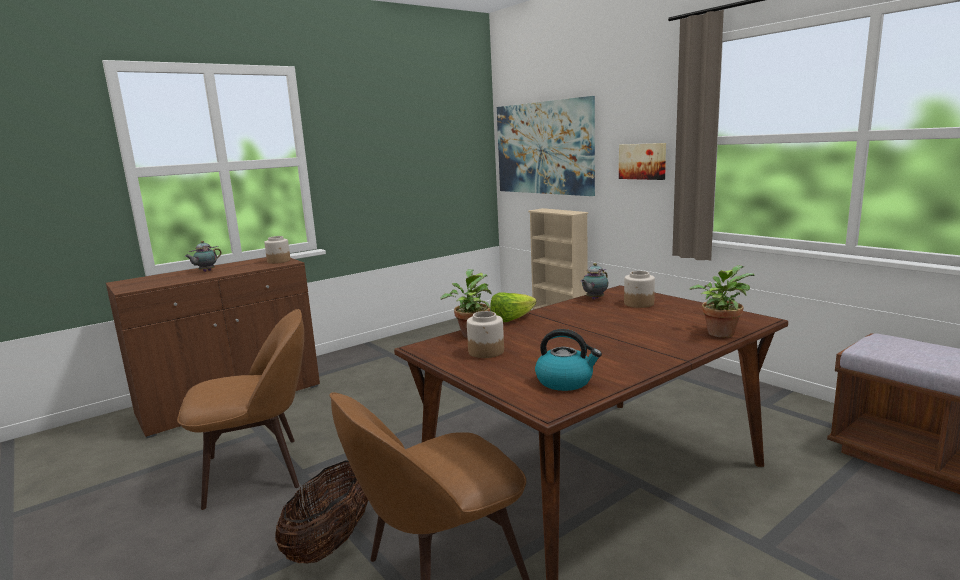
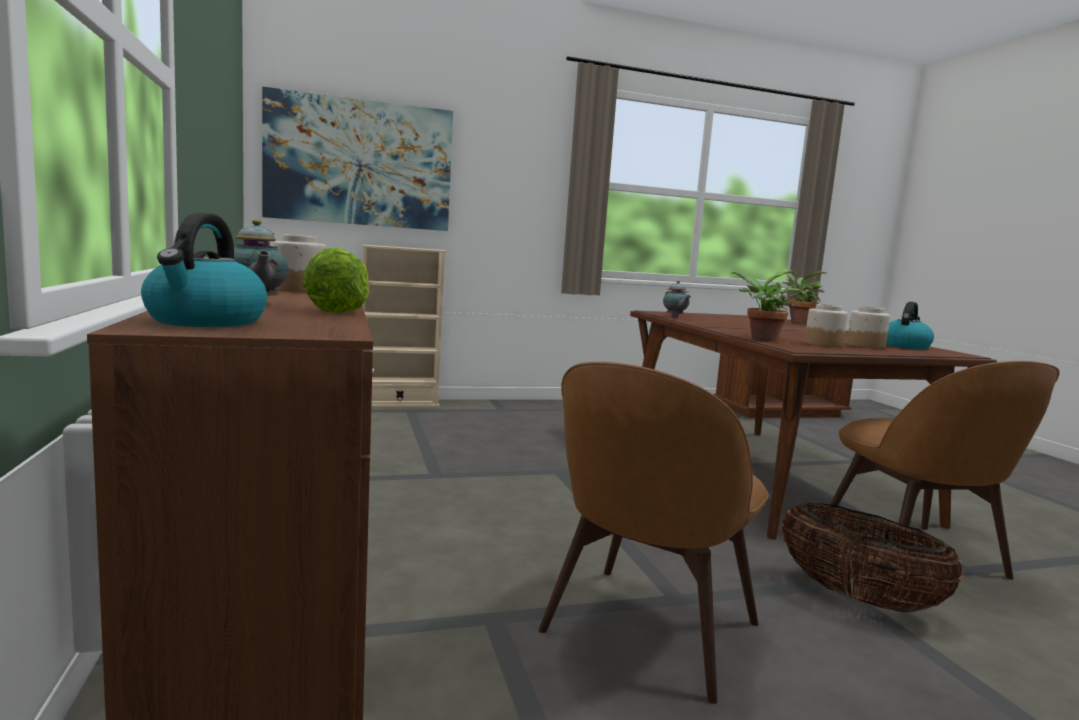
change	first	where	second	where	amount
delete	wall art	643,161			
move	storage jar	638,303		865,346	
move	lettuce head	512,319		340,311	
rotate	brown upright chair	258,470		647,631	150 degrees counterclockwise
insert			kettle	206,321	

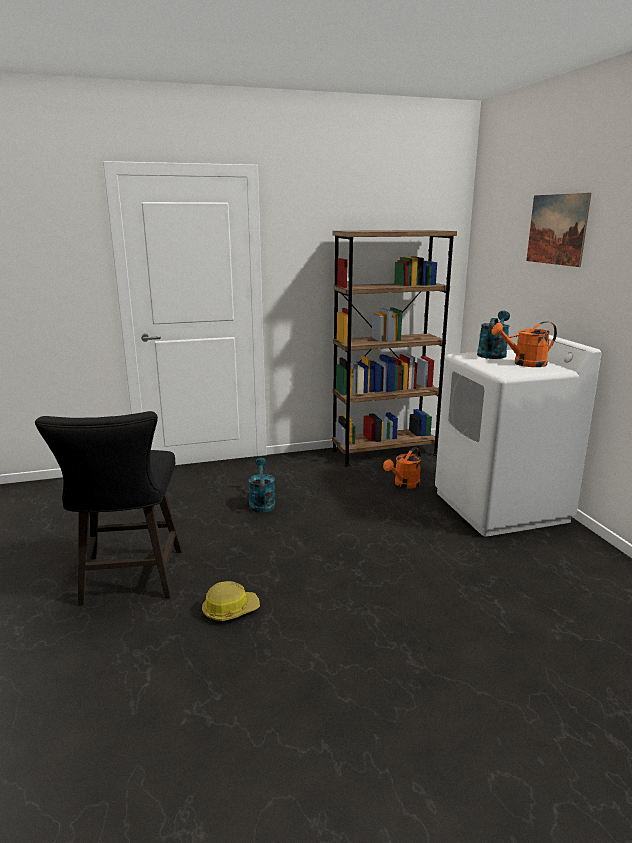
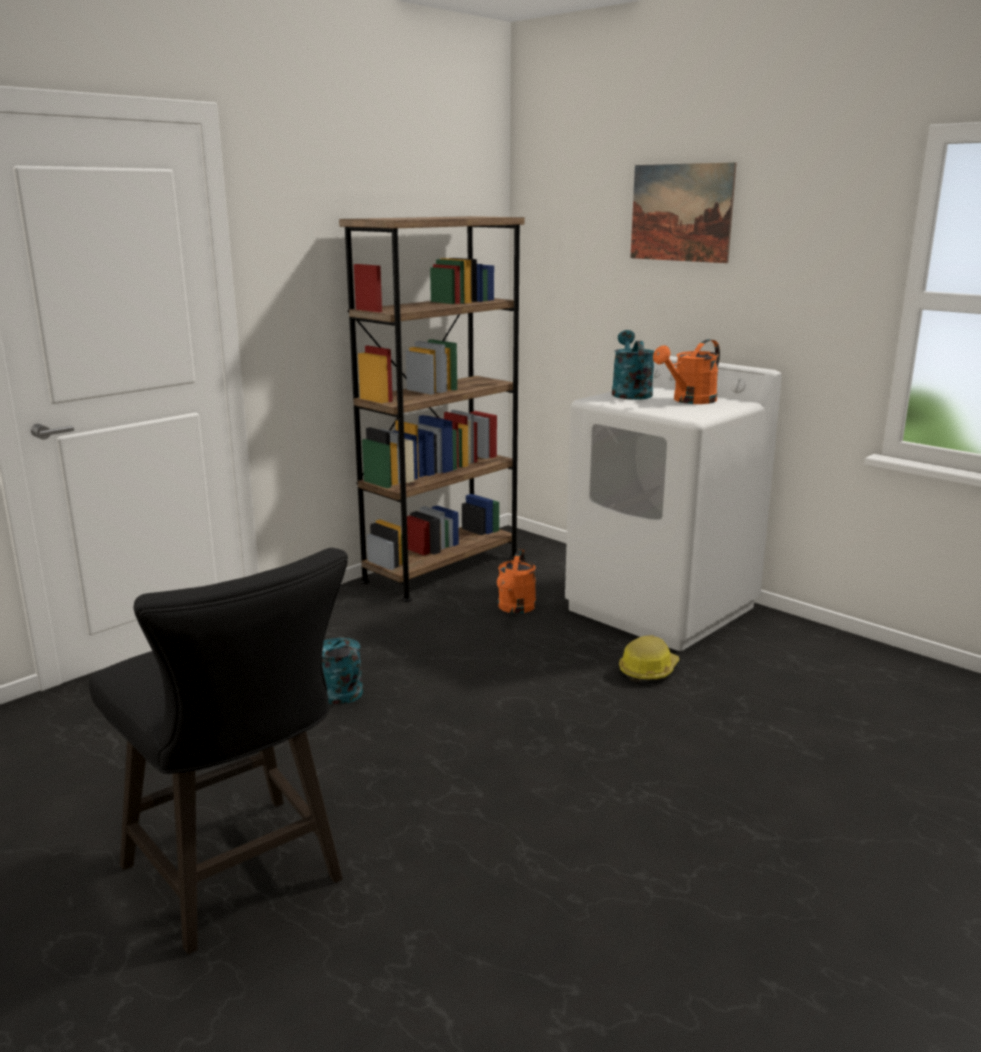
change	first	where	second	where	amount
move	work helmet	230,610		648,670	

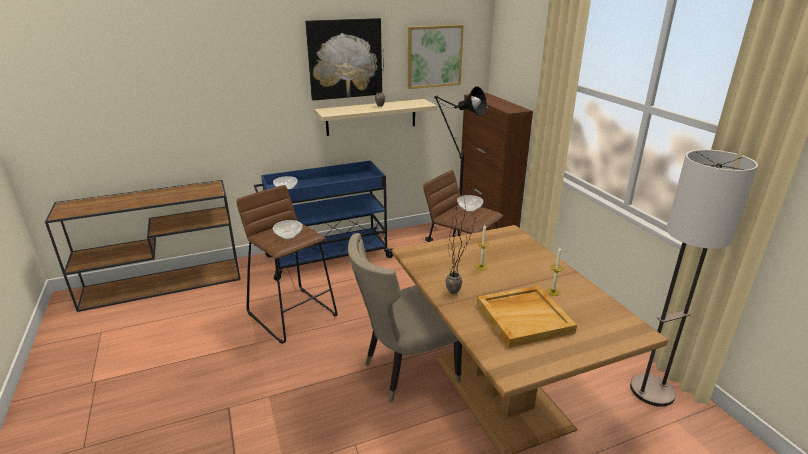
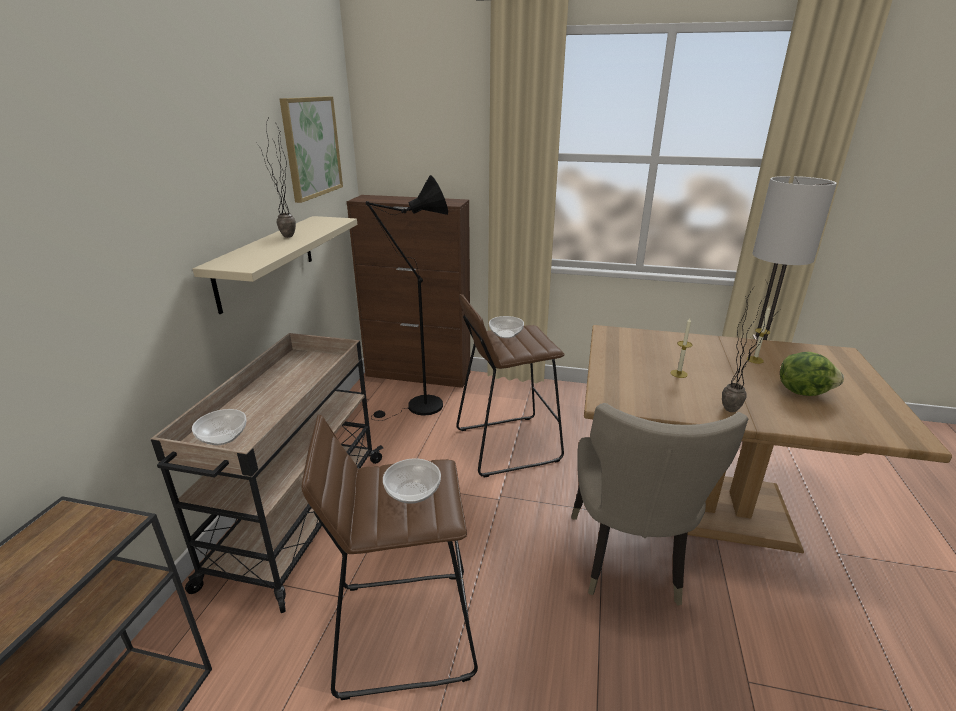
change	first	where	second	where	amount
delete	wall art	345,59			
recolor	blue cart	328,257	beige-coloured cart	297,519	
replace	beige-coloured carrying tray	524,317	lettuce head	802,391	

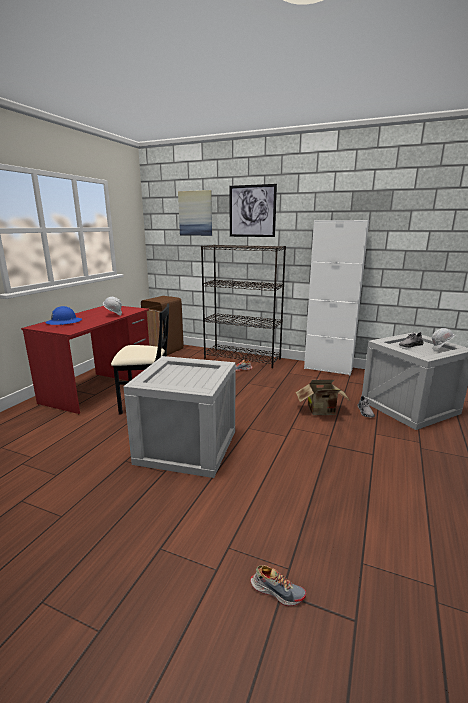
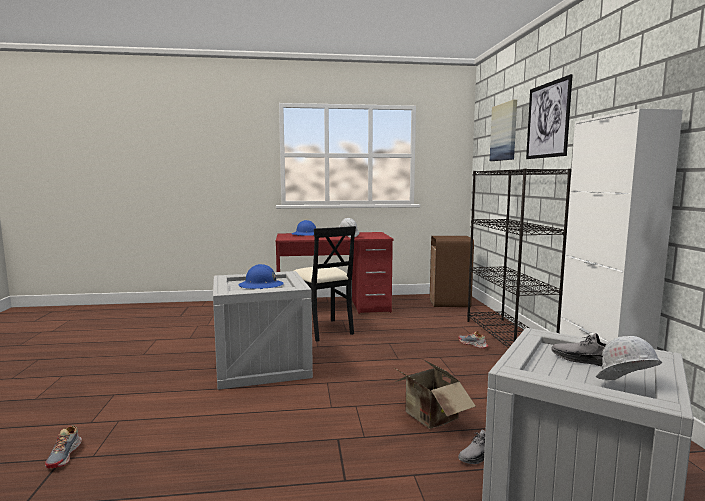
change	first	where	second	where	amount
insert			blue work helmet	261,286	

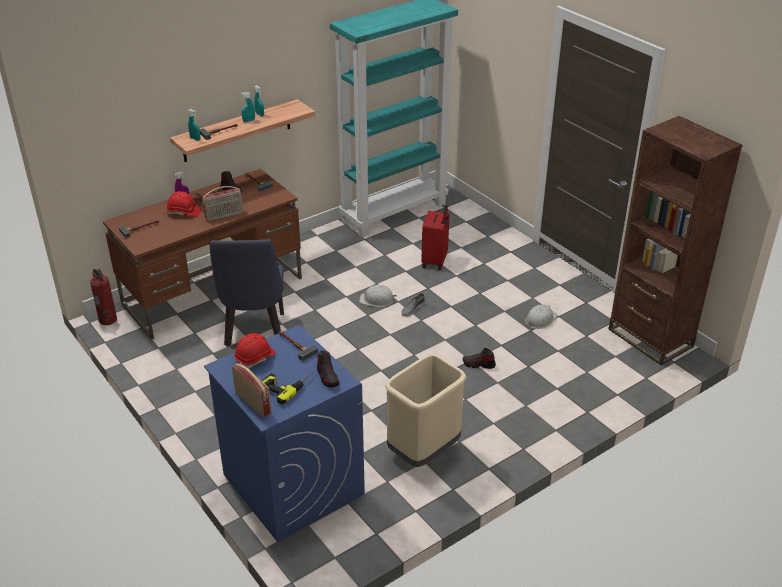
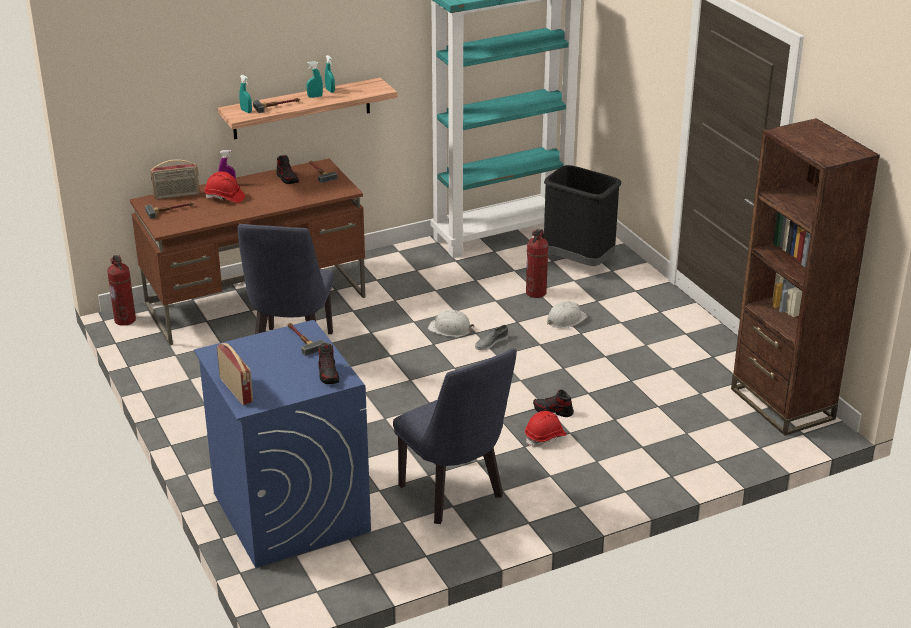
change	first	where	second	where	amount
move	radio receiver	224,216		177,195	
replace	red-coloured travel case	435,261	fire extinguisher	536,293	
move	whitish work helmet	540,320		565,319	
move	red-coloured work helmet	255,358		545,437	
replace	beige-coloured trash can	423,451	blue upright chair	455,496	
delete	electric drill	286,385			
insert			blackish trash can	579,262	

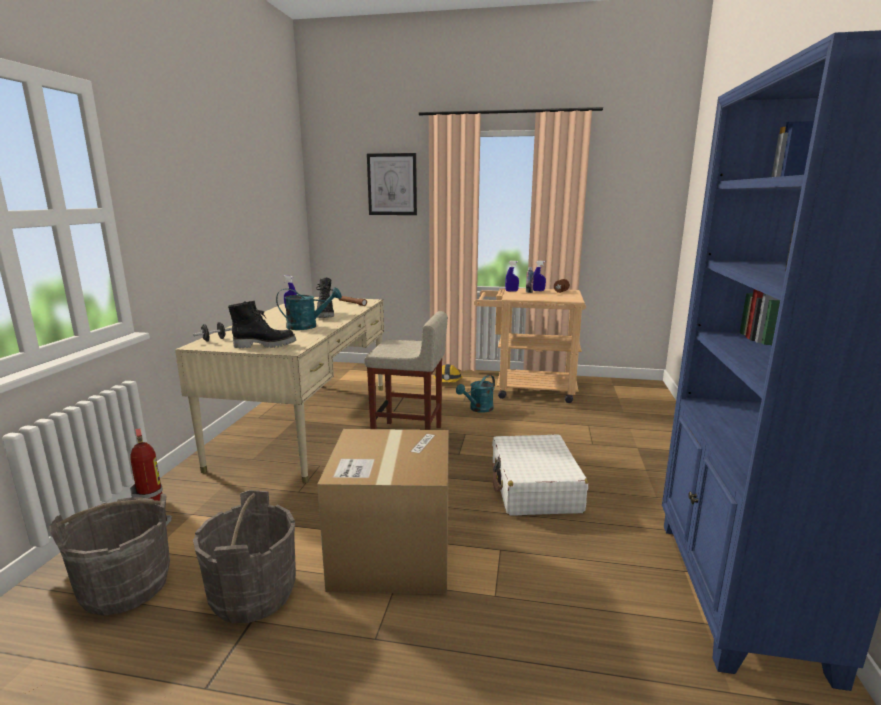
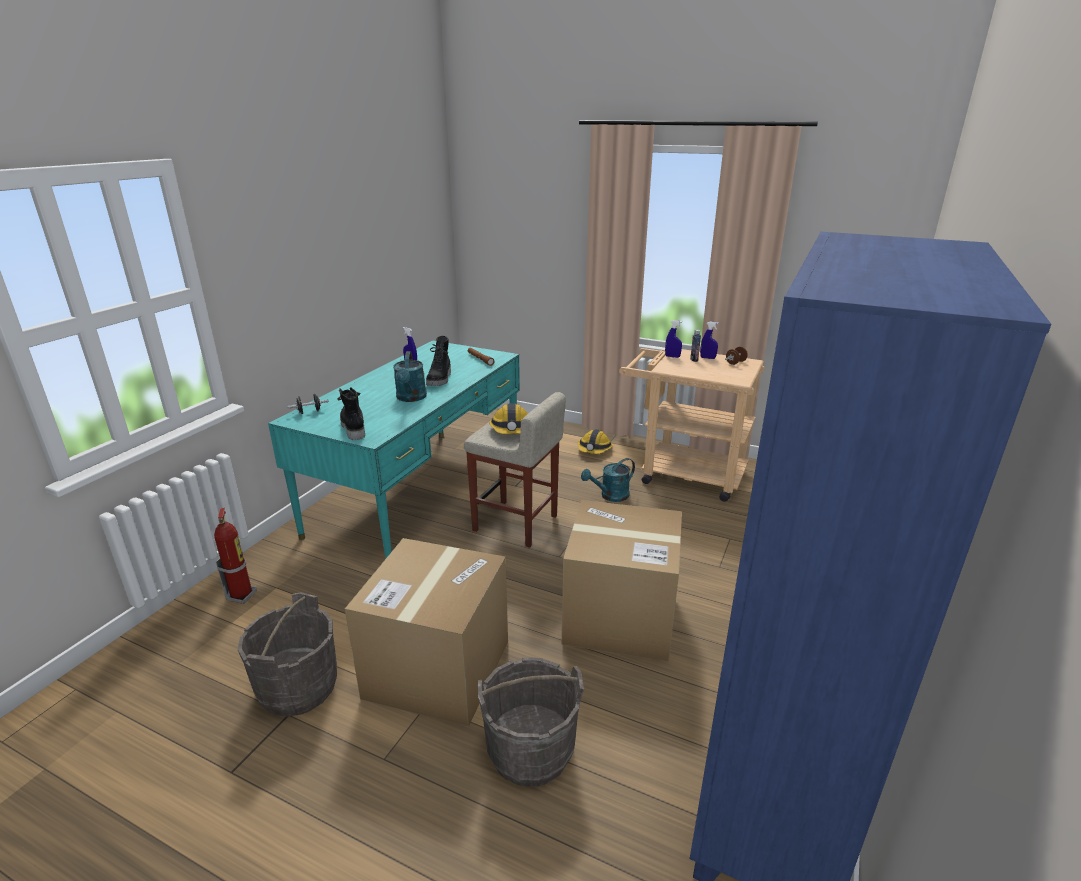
change	first	where	second	where	amount
delete	wall art	392,184			
rotate	blue-green sprinkling can	307,326		411,398	75 degrees clockwise
recolor	beige-coloured desk	307,423	blue-green desk	419,490	
rotate	blackish boot	265,345		353,427	120 degrees counterclockwise
replace	whitish travel case	534,488	cardboard box	620,616	
move	gray water bucket	125,587		530,751	
insert			work helmet	512,430	

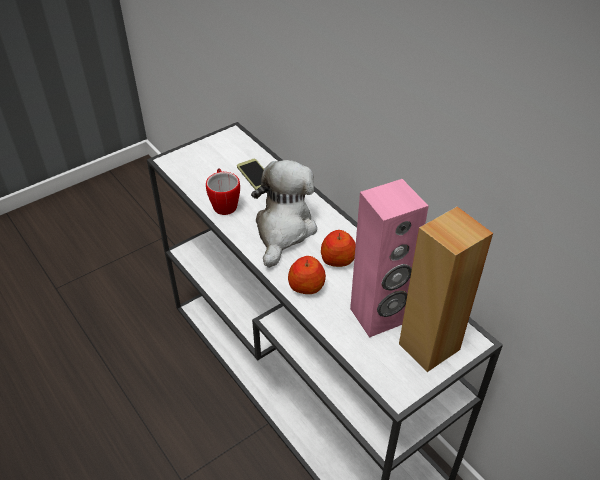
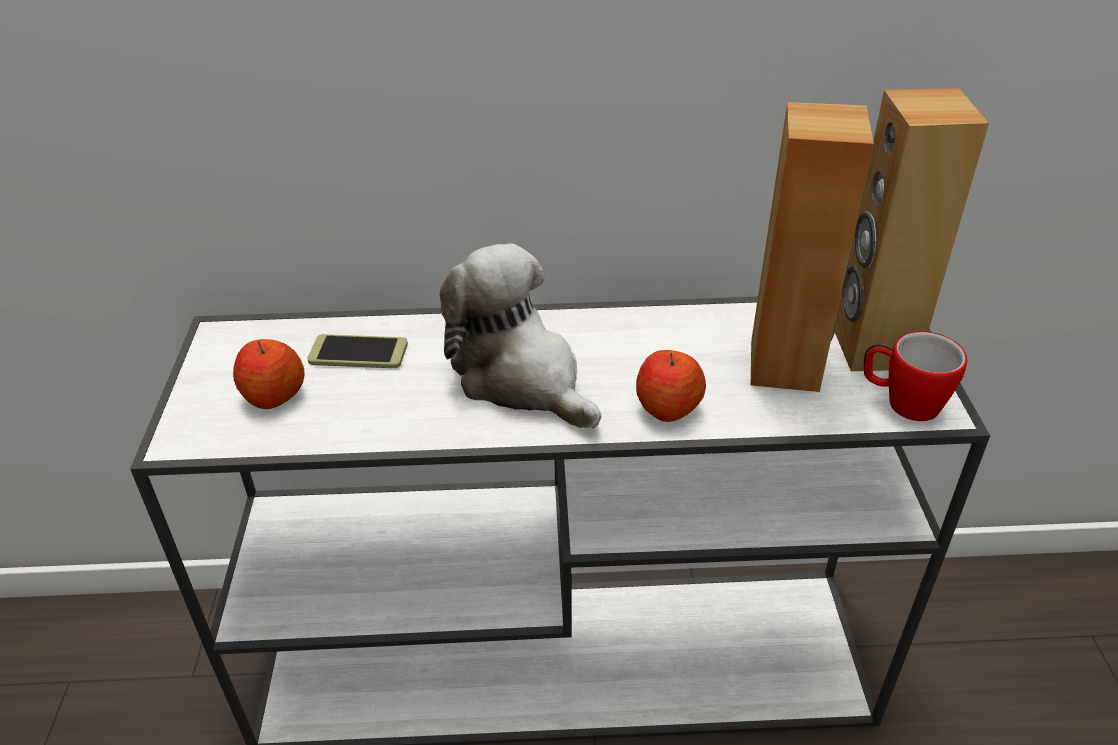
change	first	where	second	where	amount
move	coffee mug	224,203		902,402	
recolor	pinkish audio speaker	379,316	brown audio speaker	785,365	
move	whole apple	337,259		273,394	

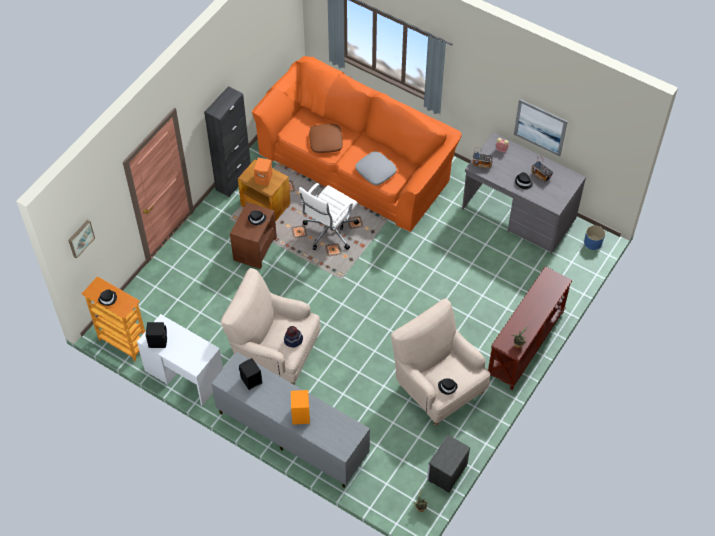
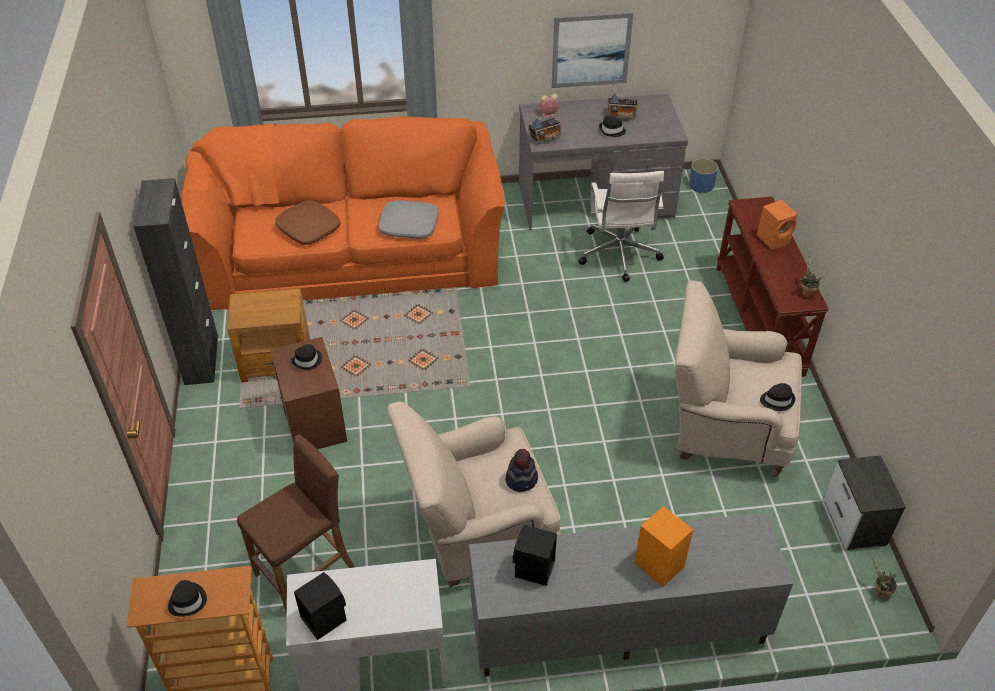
change	first	where	second	where	amount
move	orange-coloured audio speaker	264,179		774,239	
move	whitish desk chair	329,231		619,255	
delete	wall art	80,238			
insert			brown stool seat	305,571	

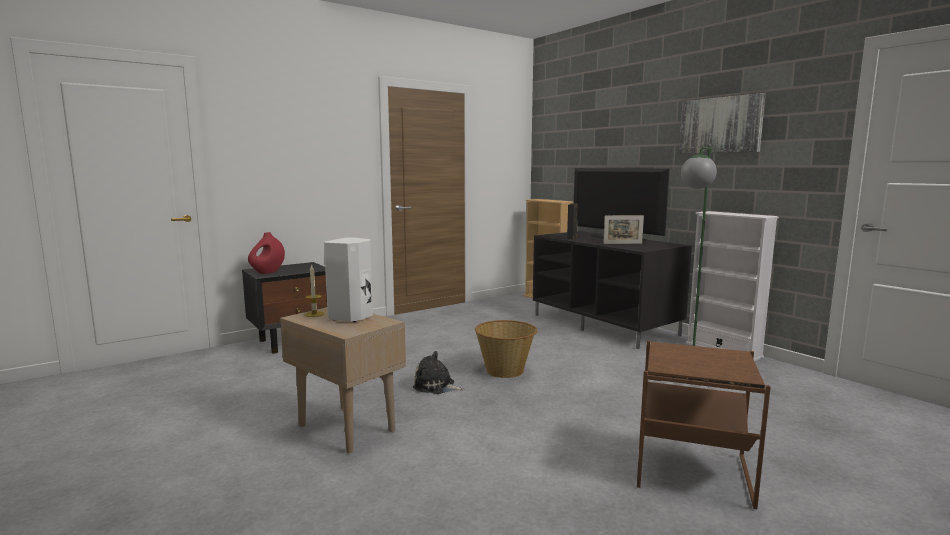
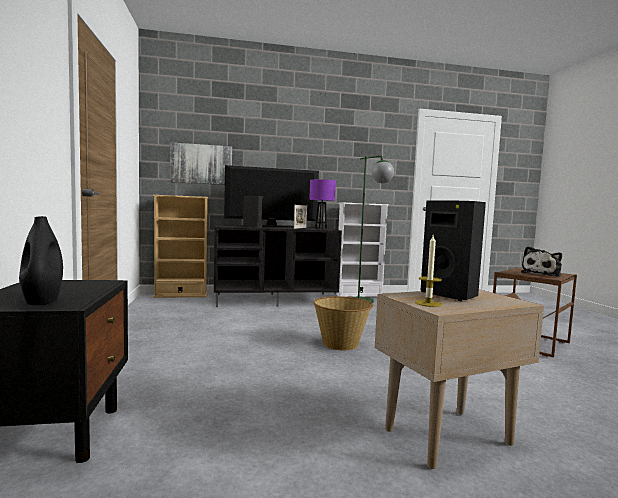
change	first	where	second	where	amount
move	wall art	720,125		201,164	
recolor	red-coloured vase	268,272	blackish vase	42,301	
recolor	whitish audio speaker	352,317	blackish audio speaker	450,295	
move	soft toy	436,386		542,274	
insert			purple table lamp	320,228	

